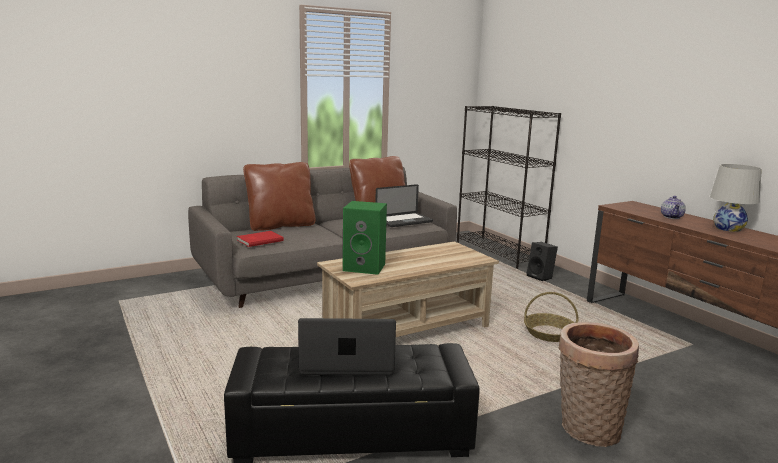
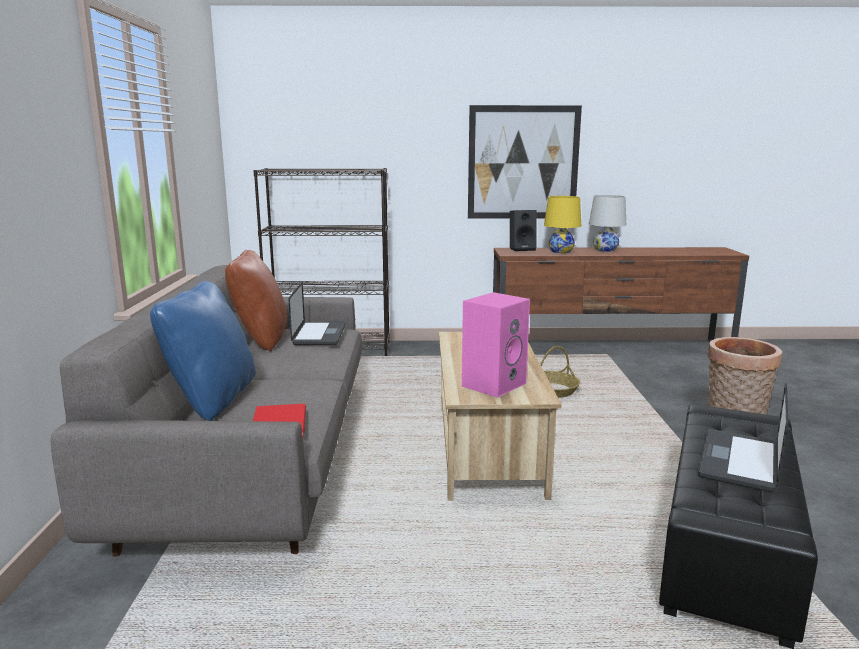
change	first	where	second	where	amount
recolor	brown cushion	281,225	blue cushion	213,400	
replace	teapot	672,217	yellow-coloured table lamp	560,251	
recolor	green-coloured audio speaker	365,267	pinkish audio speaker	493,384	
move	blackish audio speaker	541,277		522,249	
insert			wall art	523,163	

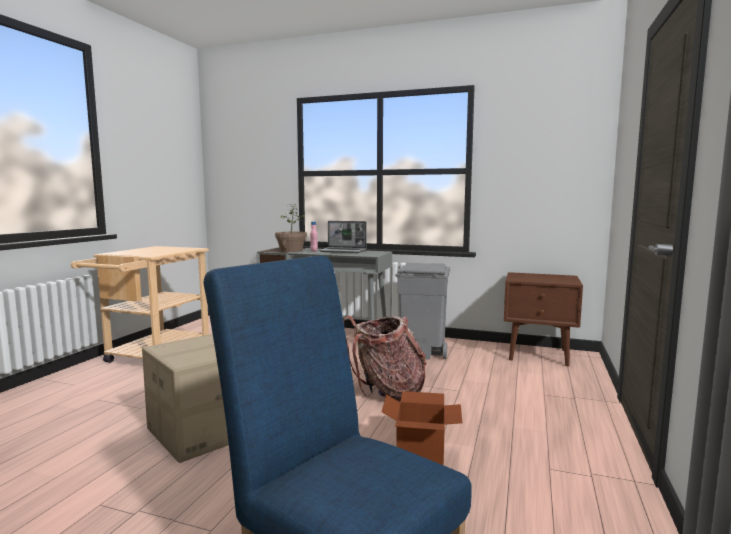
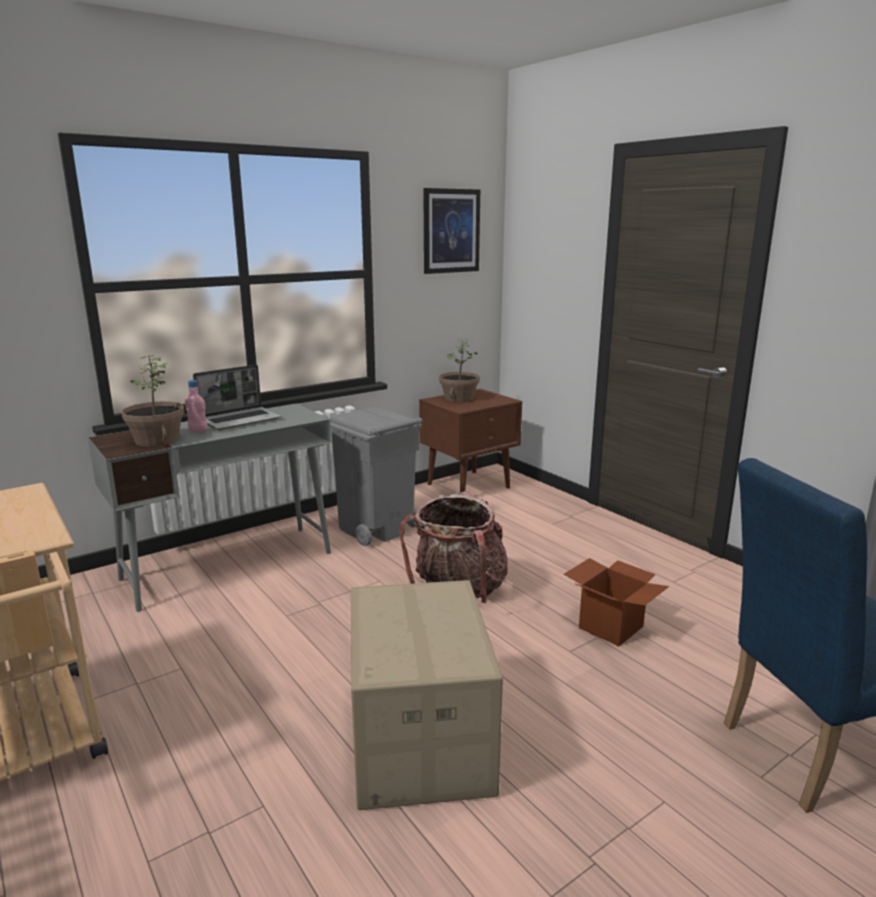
change	first	where	second	where	amount
insert			wall art	451,231	
insert			plant in a pot	458,398	

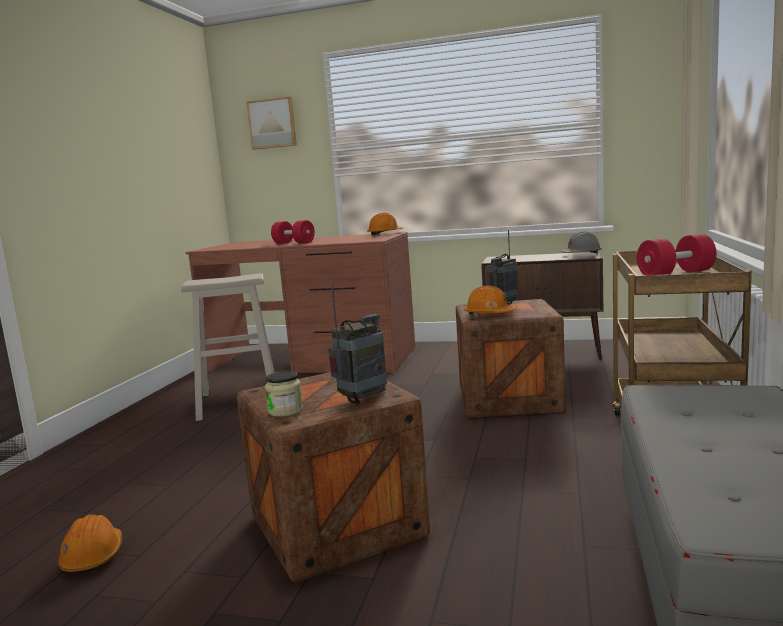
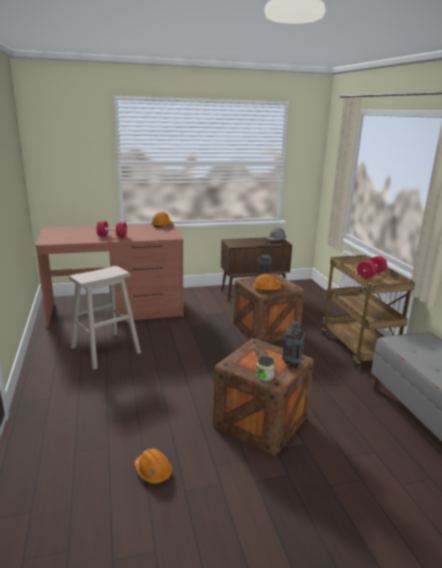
change	first	where	second	where	amount
delete	wall art	272,123			

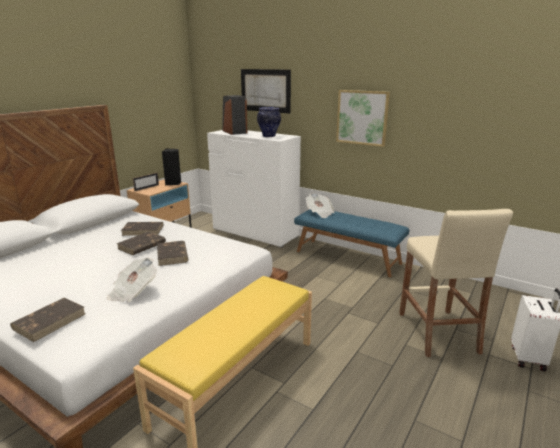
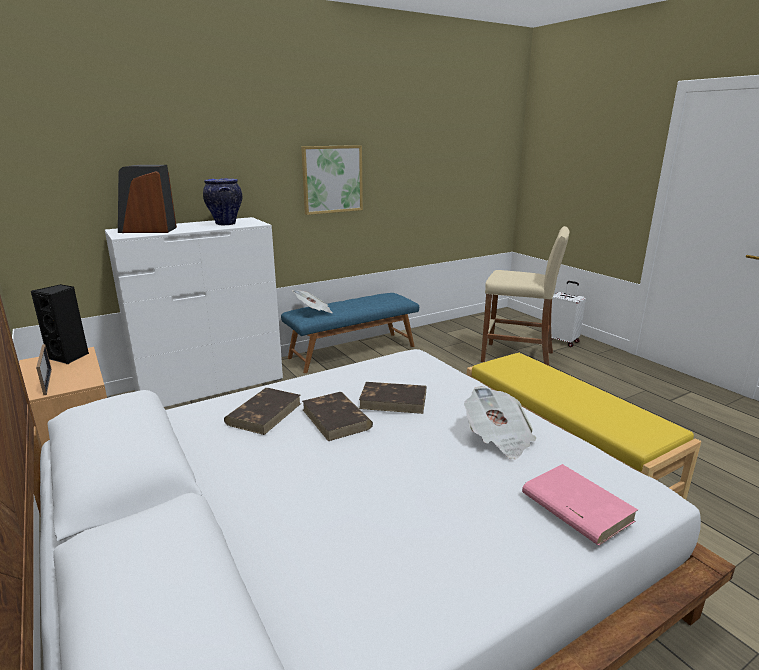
change	first	where	second	where	amount
delete	wall art	265,90			
recolor	brown volume	50,321	pinkish volume	575,507	

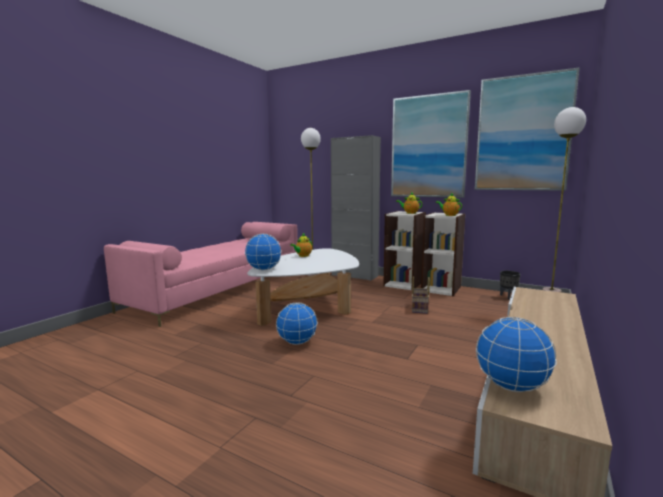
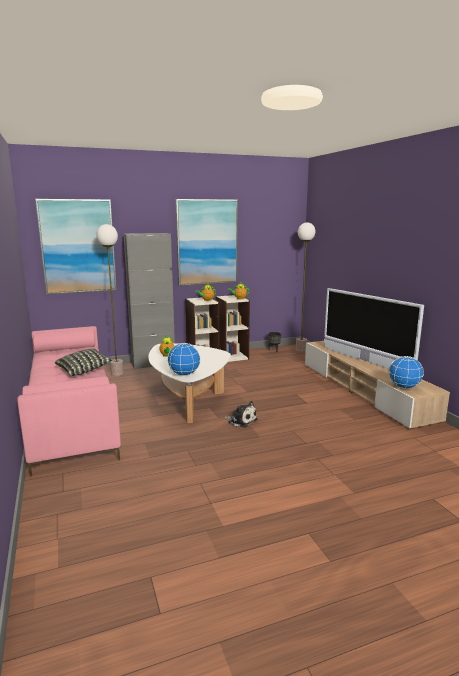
change	first	where	second	where	amount
move	wall art	522,134		78,246	
delete	household basket	420,308			
replace	world globe	297,342	soft toy	241,421	
insert			television	365,361	
insert			cushion	84,370	

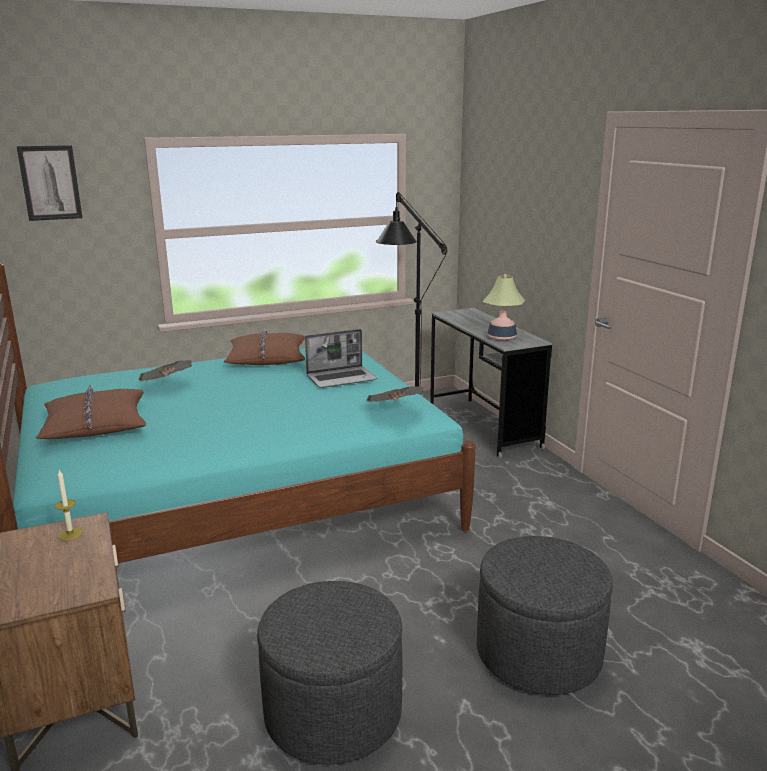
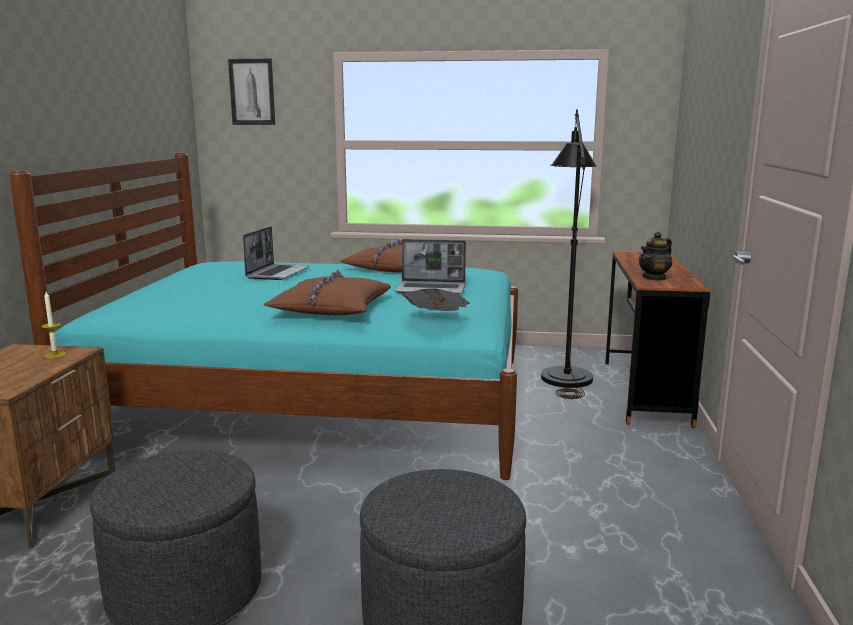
change	first	where	second	where	amount
replace	table lamp	502,337	teapot	654,278	
recolor	gray desk	483,427	brown desk	645,392	
replace	printed paper	166,385	laptop	277,273	
move	brown cushion	95,425		331,308	

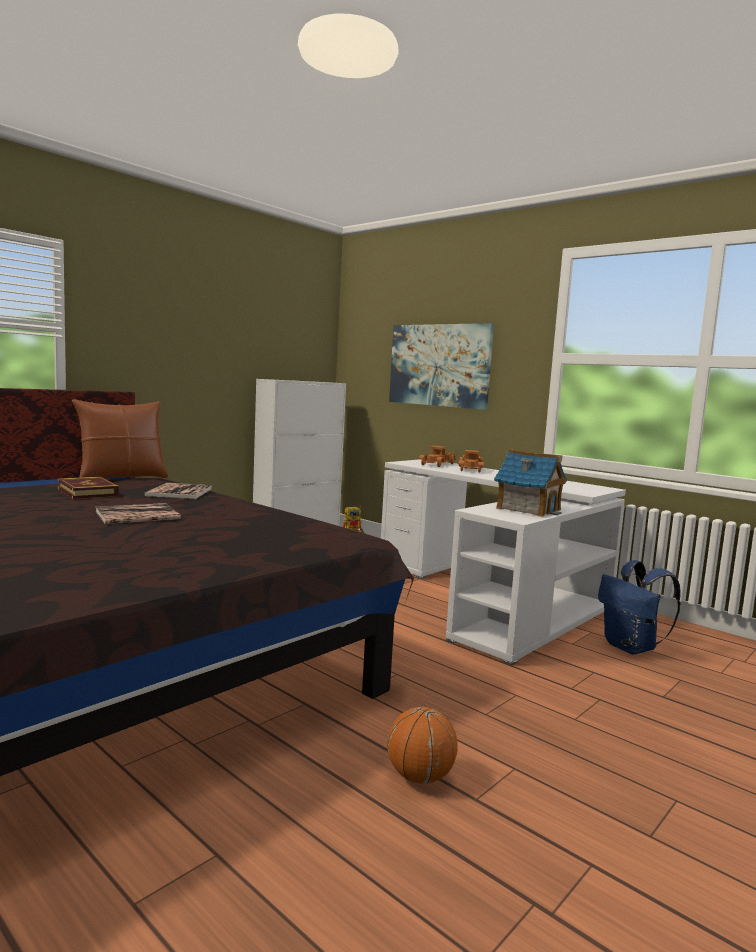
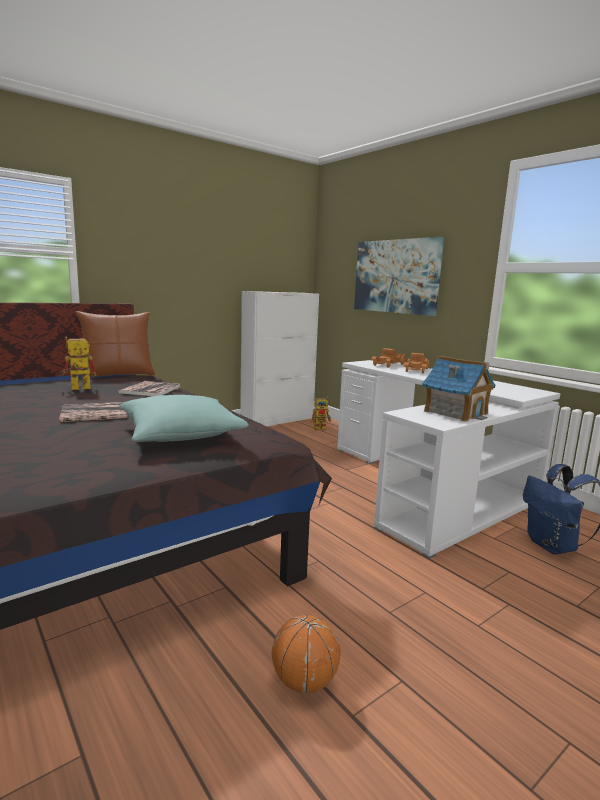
change	first	where	second	where	amount
replace	volume	87,492	toy robot	76,389	
insert			blue-green cushion	181,434	

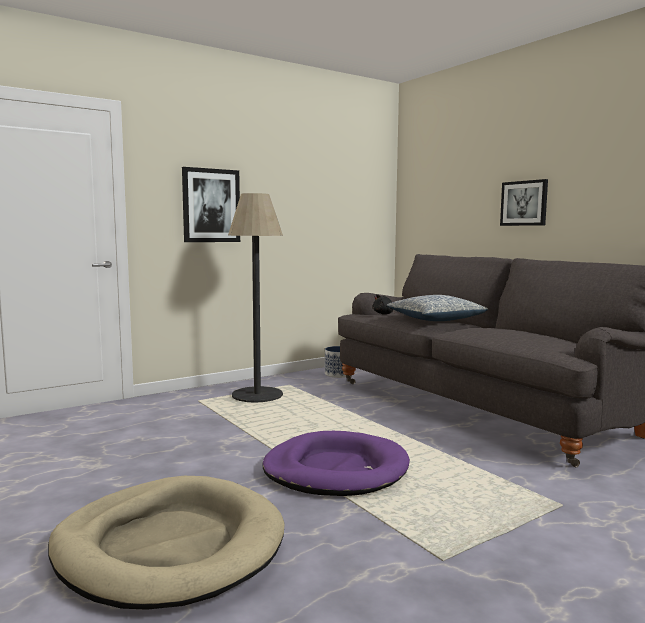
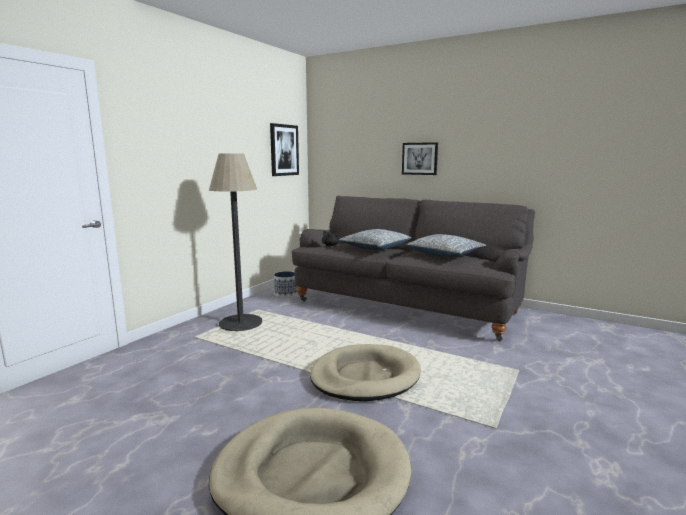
change	first	where	second	where	amount
move	wall art	211,205		284,150	
recolor	purple dog cushion	335,470	beige-coloured dog cushion	365,377	
insert			cushion	445,255	

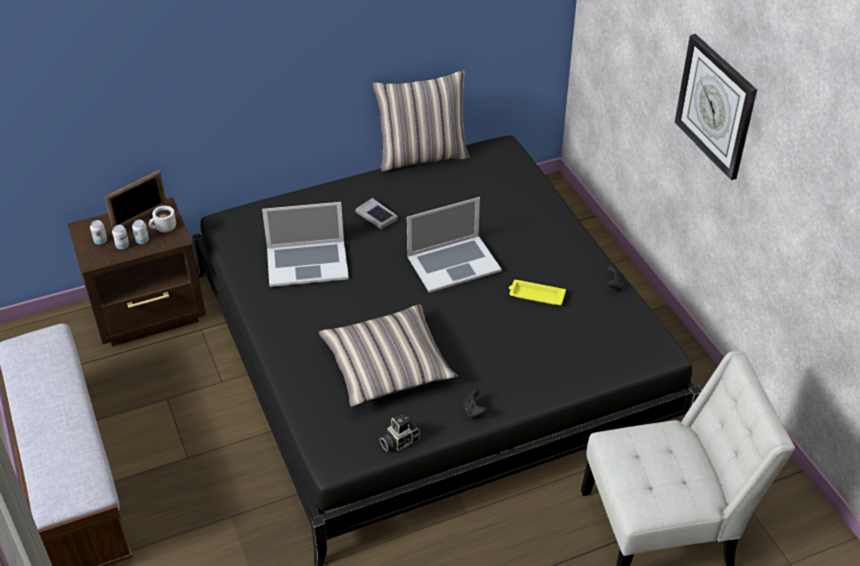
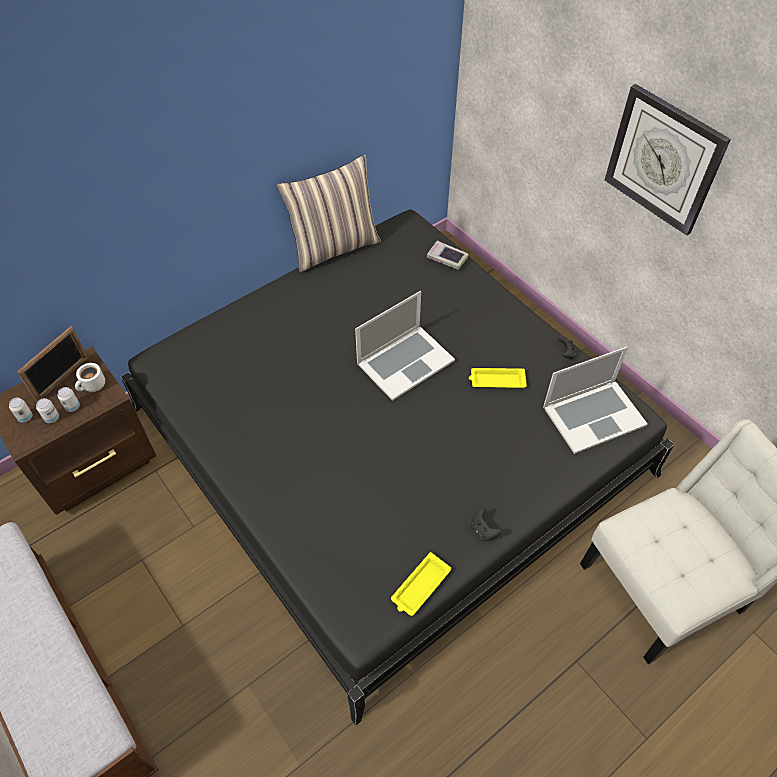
change	first	where	second	where	amount
move	volume	376,216		447,258	
move	laptop	307,263		593,415	
delete	cushion	387,365			
replace	still camera	398,441	yellow-coloured carrying tray	420,587	

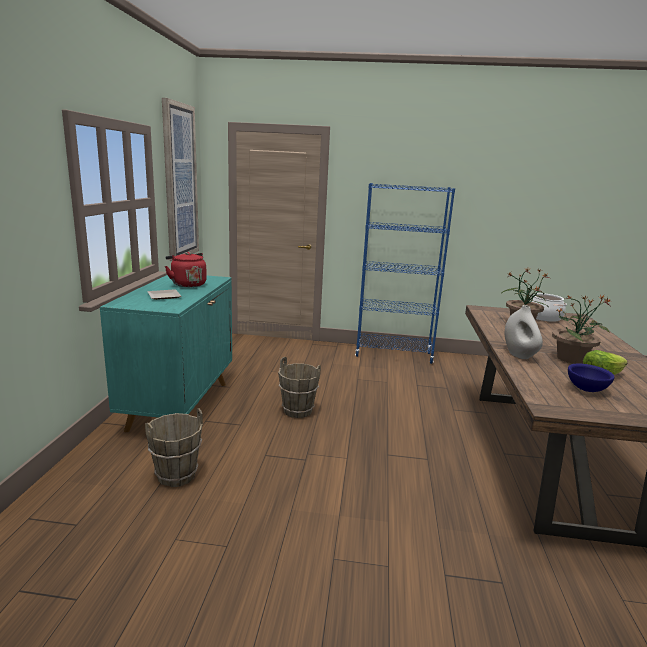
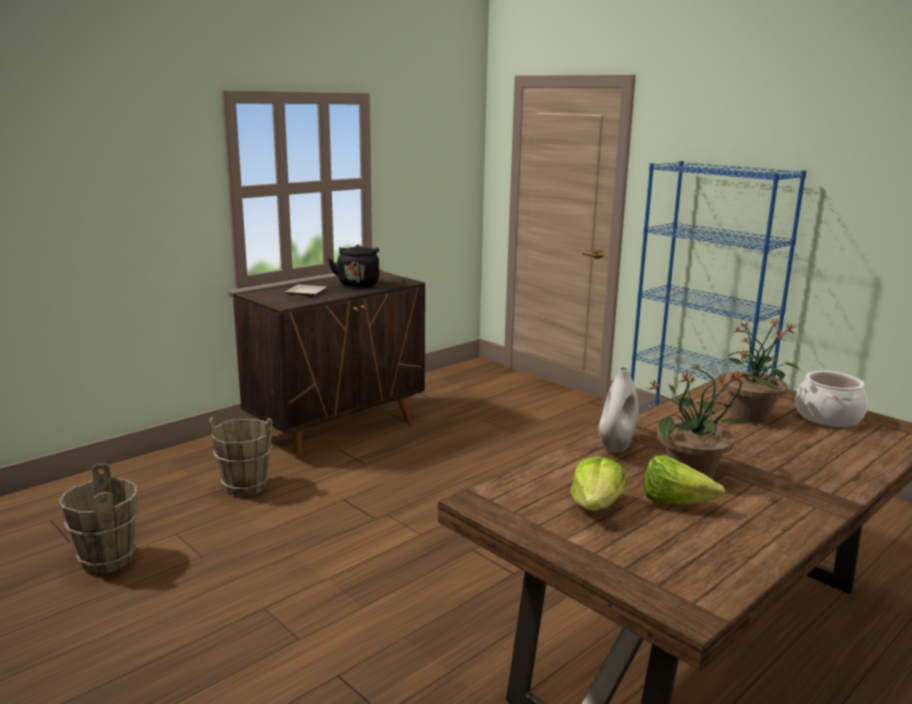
change	first	where	second	where	amount
delete	wall art	179,182			
recolor	red-coloured kettle	187,284	blackish kettle	358,283	
recolor	blue-green cabinet	180,405	brown cabinet	338,427	
move	brown water bucket	297,411		107,560	
replace	blue bowl	586,389	lettuce head	596,505	

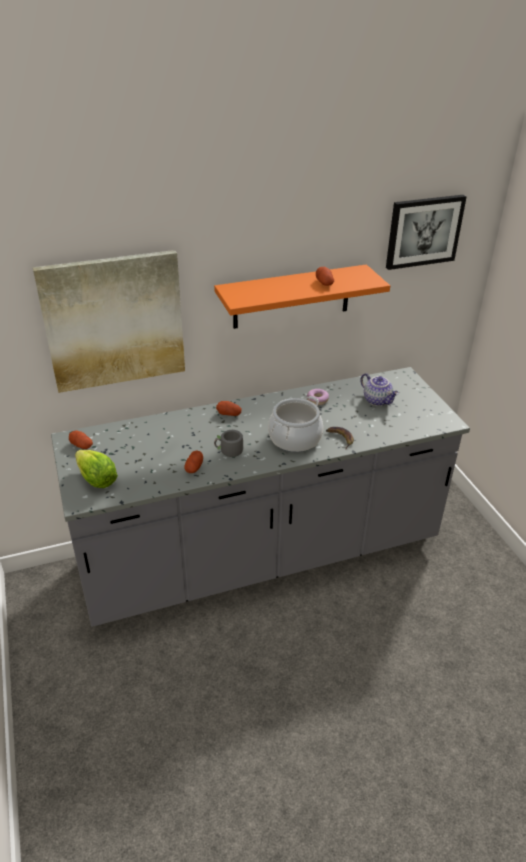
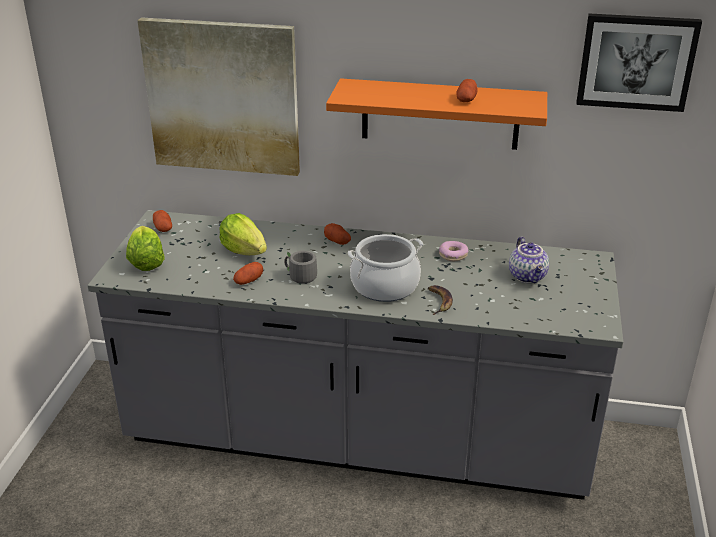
change	first	where	second	where	amount
insert			lettuce head	244,251	

